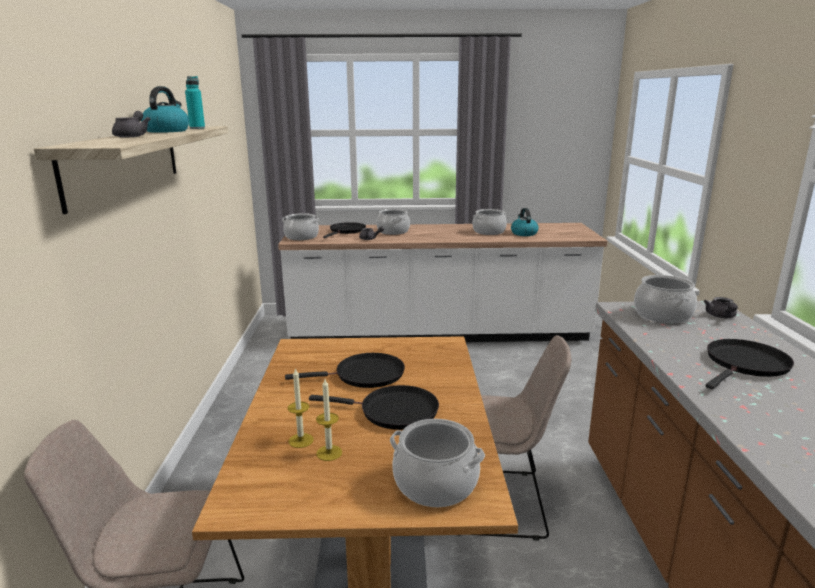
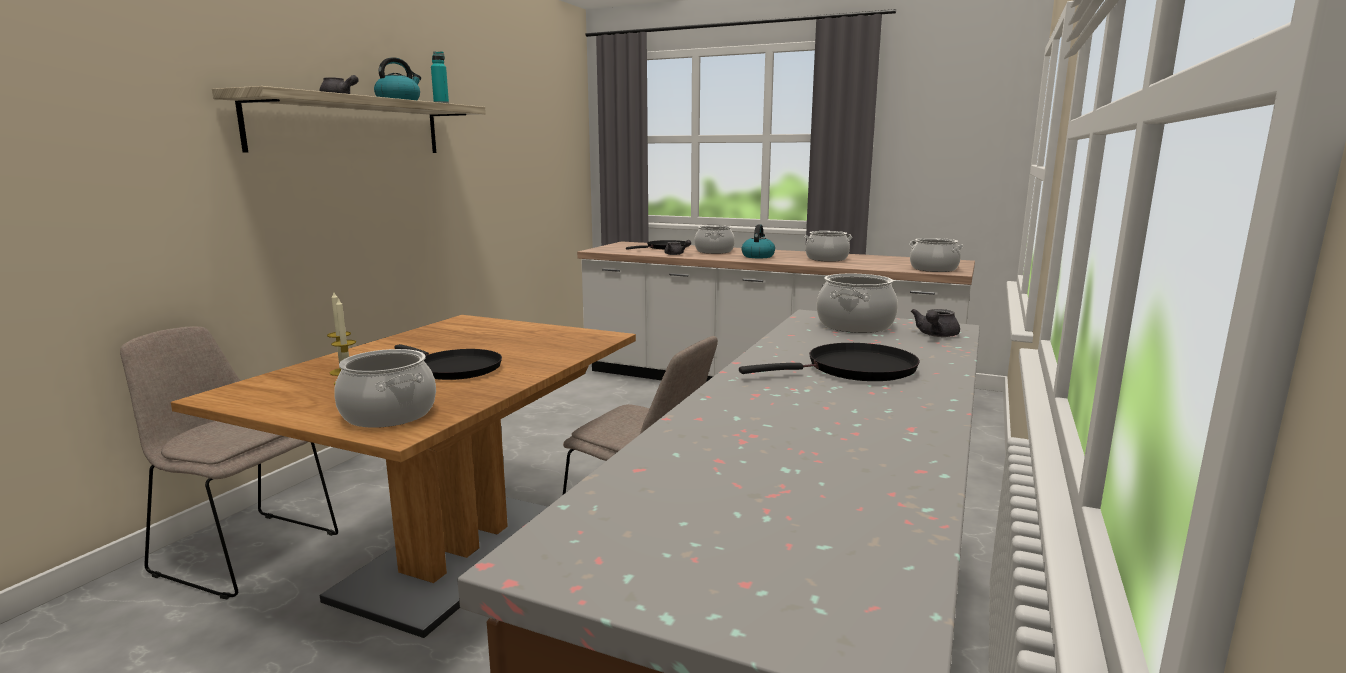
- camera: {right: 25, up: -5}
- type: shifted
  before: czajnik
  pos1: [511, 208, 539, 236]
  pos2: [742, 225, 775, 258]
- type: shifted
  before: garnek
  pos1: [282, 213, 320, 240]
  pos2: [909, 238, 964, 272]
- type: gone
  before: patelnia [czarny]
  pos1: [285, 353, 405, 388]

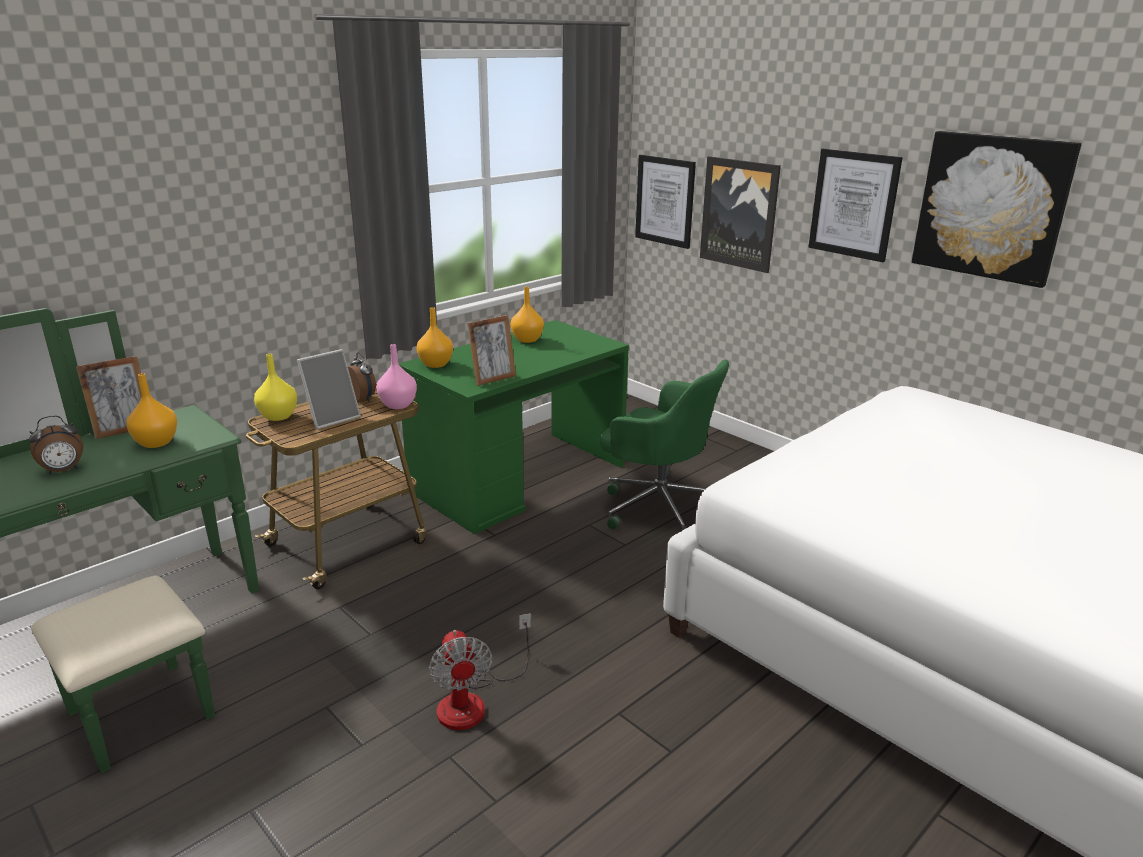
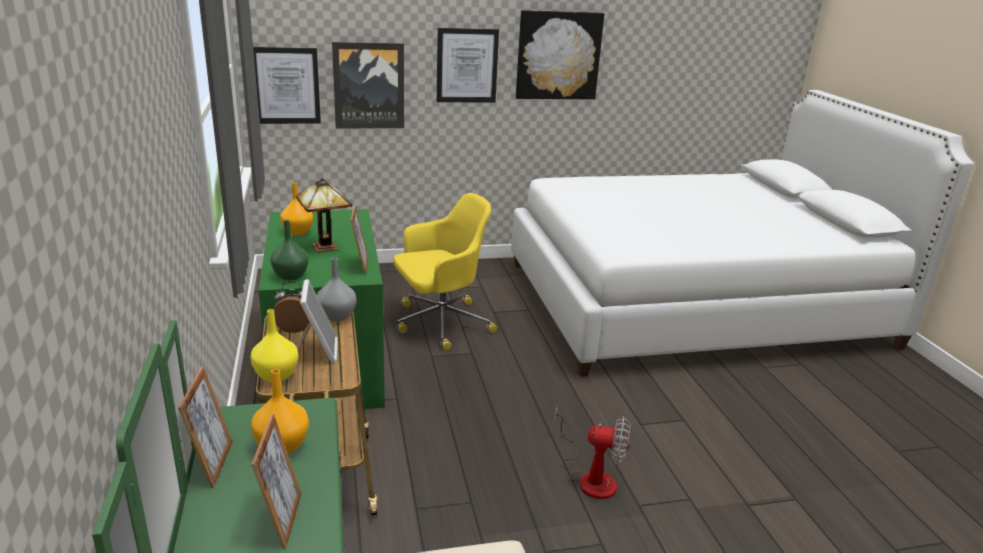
- camera: {right: -60, up: 0}
- type: repainted
  before: wazon [pomarańczowy]
  after: wazon [zielony]
  pos1: [417, 307, 453, 368]
  pos2: [271, 220, 309, 280]
- type: repainted
  before: wazon [różowy]
  after: wazon [szary]
  pos1: [376, 344, 417, 409]
  pos2: [317, 258, 356, 322]
- type: repainted
  before: krzesło biurowe [zielony]
  after: krzesło biurowe [żółty]
  pos1: [600, 360, 729, 530]
  pos2: [393, 193, 497, 351]
- type: swapped
  before: budzik
  after: ramka na zdjęcie
  pos1: [29, 415, 83, 475]
  pos2: [251, 414, 301, 549]
- type: new
  after: lampa stołowa
  pos2: [296, 178, 352, 252]

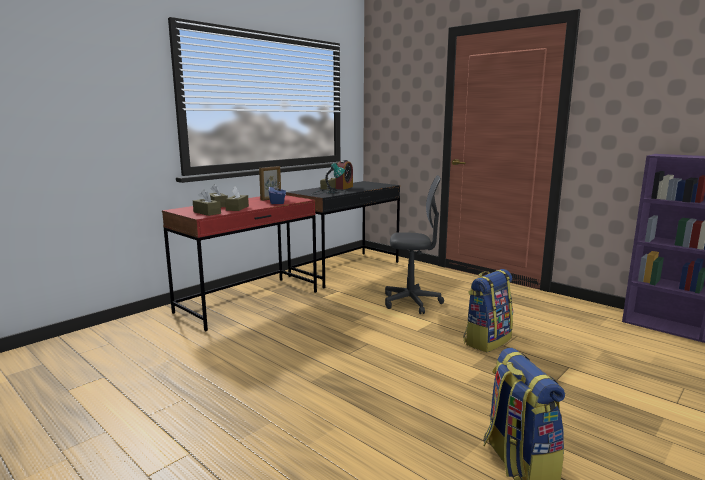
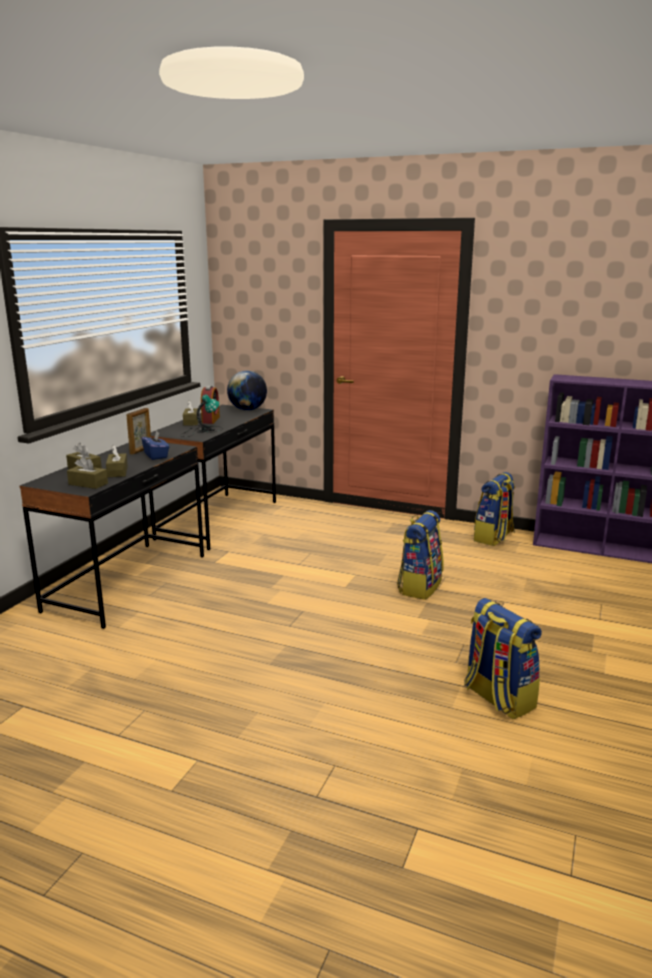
- camera: {right: -20, up: 5}
- type: gone
  before: krzesło biurowe [szary]
  pos1: [385, 175, 444, 314]
- type: repainted
  before: biurko [czerwony]
  after: biurko [czarny]
  pos1: [162, 195, 317, 331]
  pos2: [19, 443, 204, 629]
- type: new
  after: globus
  pos2: [227, 371, 267, 411]
- type: new
  after: plecak
  pos2: [474, 472, 515, 546]

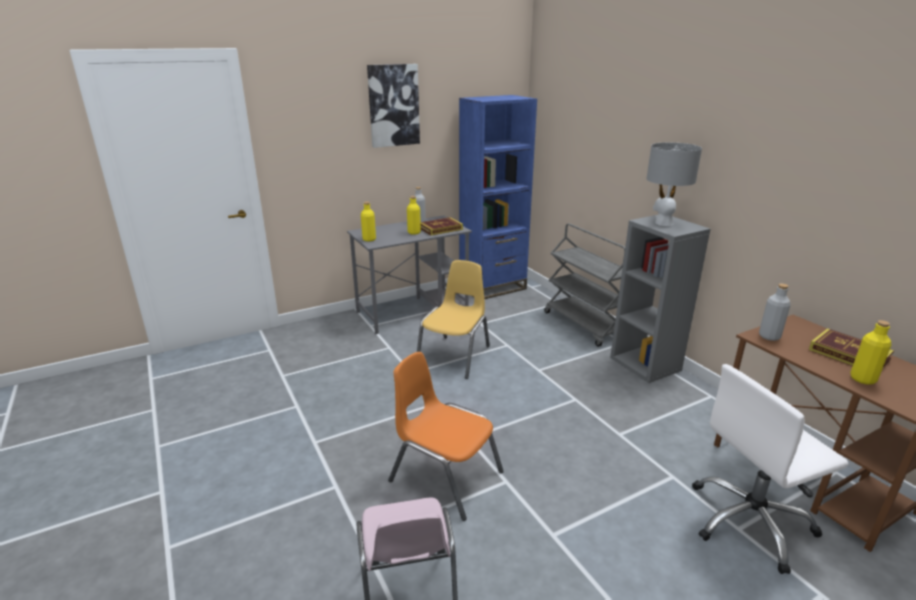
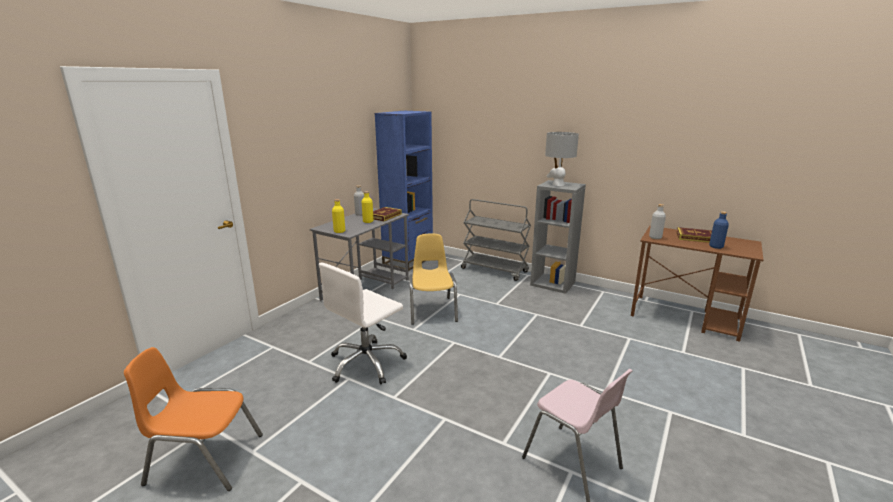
- camera: {right: -30, up: -5}
- type: gone
  before: obraz
  pos1: [367, 64, 420, 148]
- type: repainted
  before: butelka [żółty]
  after: butelka [niebieski]
  pos1: [850, 320, 891, 385]
  pos2: [709, 211, 729, 249]
- type: shifted
  before: krzesło [pomarańczowy]
  pos1: [388, 352, 504, 521]
  pos2: [124, 347, 263, 491]
- type: shifted
  before: krzesło biurowe [biały]
  pos1: [692, 364, 848, 574]
  pos2: [319, 262, 407, 384]

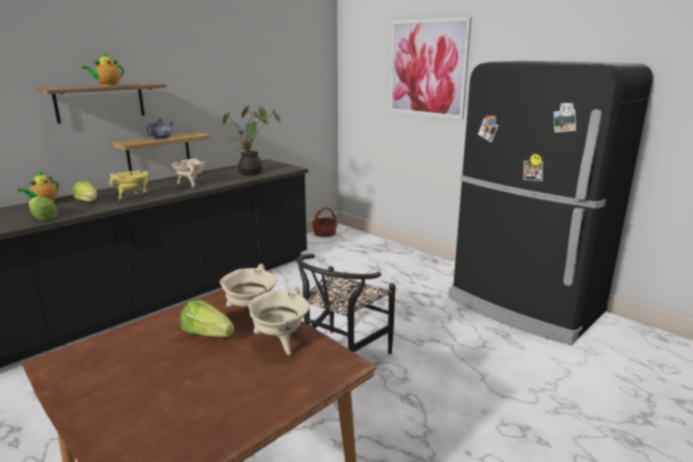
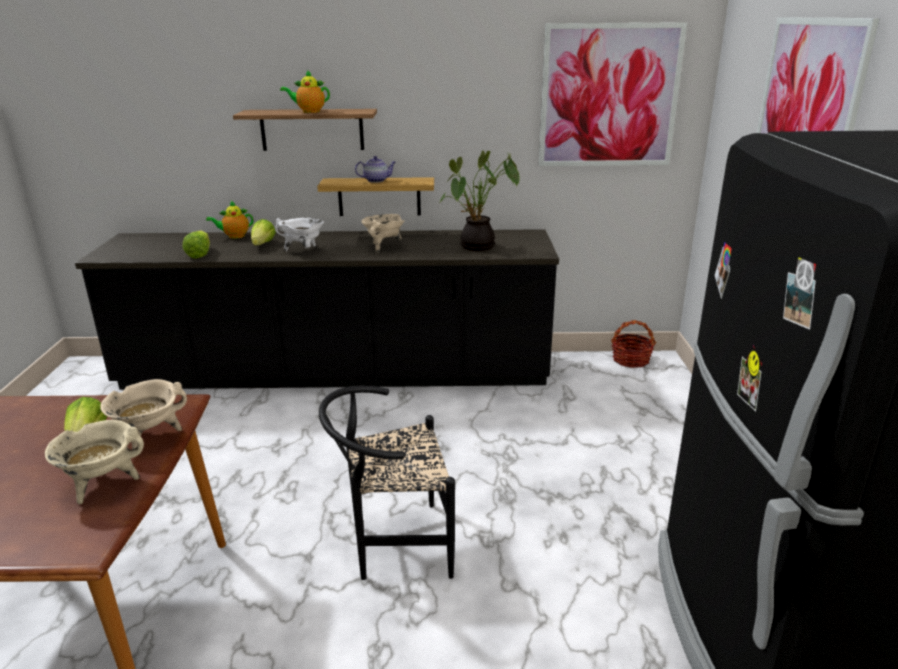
- camera: {right: 45, up: 5}
- type: repainted
  before: garnek [żółty]
  after: garnek [biały]
  pos1: [110, 171, 150, 201]
  pos2: [275, 218, 324, 252]
- type: new
  after: obraz
  pos2: [539, 22, 687, 166]

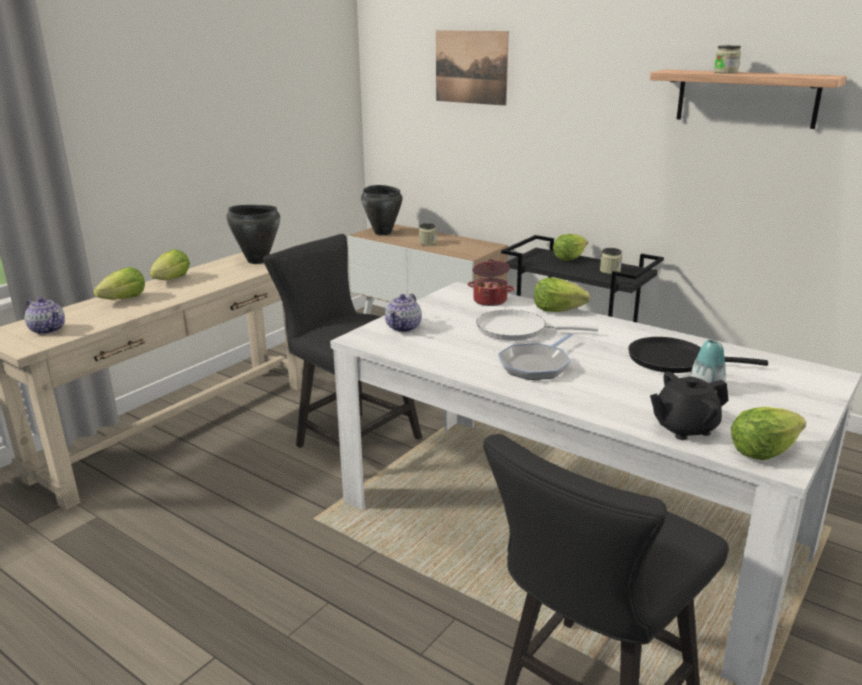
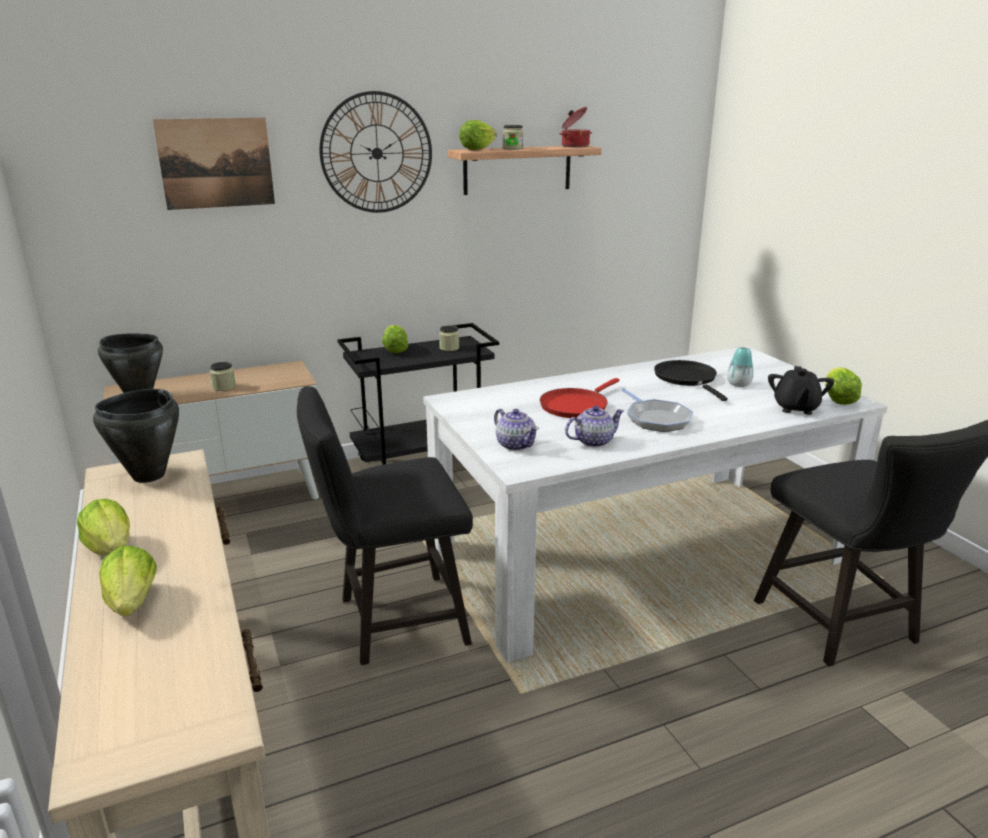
- camera: {right: -60, up: 0}
- type: shifted
  before: garnek
  pos1: [468, 259, 514, 306]
  pos2: [559, 107, 592, 148]
- type: shifted
  before: sałata
  pos1: [534, 277, 590, 312]
  pos2: [459, 120, 497, 150]
- type: shifted
  before: imbryk
  pos1: [25, 297, 65, 335]
  pos2: [565, 406, 624, 447]
- type: repainted
  before: patelnia [biały]
  after: patelnia [czerwony]
  pos1: [476, 310, 598, 341]
  pos2: [540, 378, 620, 418]
- type: rotated
  before: patelnia [czarny]
  pos1: [628, 337, 768, 373]
  pos2: [654, 360, 728, 401]
  turn: 120
- type: new
  after: zegar ścienny
  pos2: [319, 91, 432, 213]

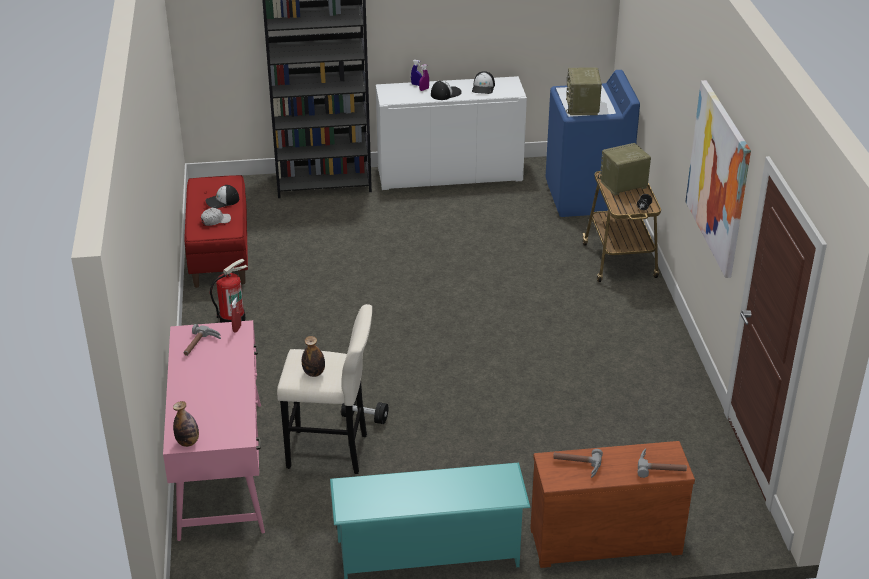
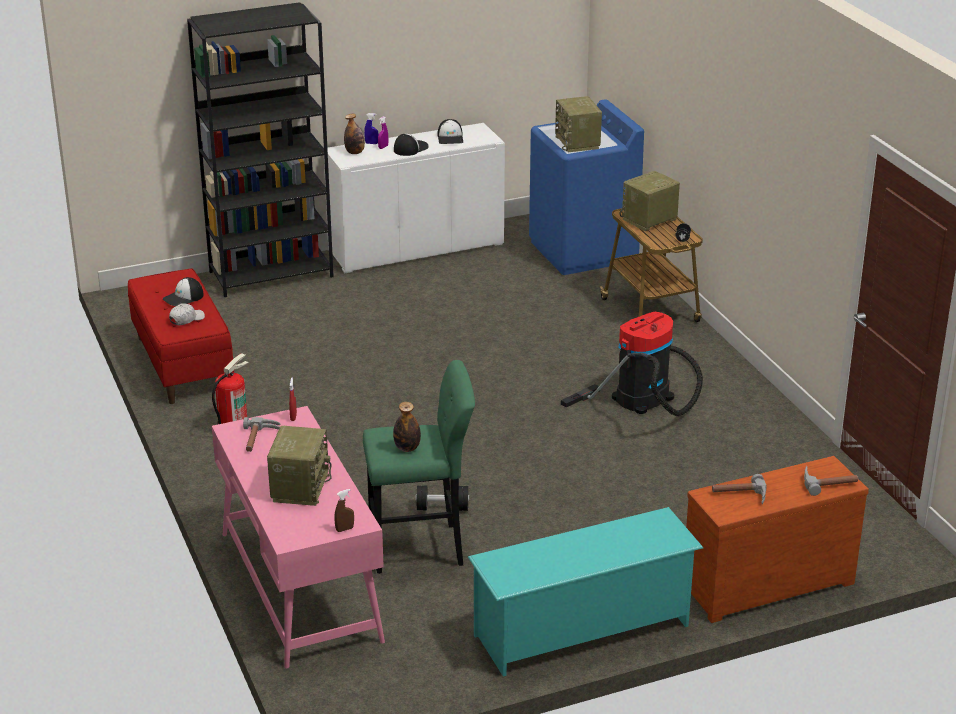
- camera: {right: -15, up: -5}
- type: gone
  before: obraz
  pos1: [685, 80, 751, 278]
- type: repainted
  before: stołek [beżowy]
  after: stołek [zielony]
  pos1: [277, 304, 372, 474]
  pos2: [363, 360, 475, 574]
- type: shifted
  before: butelka
  pos1: [173, 401, 199, 447]
  pos2: [344, 114, 365, 154]
- type: new
  after: odkurzacz
  pos2: [561, 312, 703, 416]
- type: new
  after: radio
  pos2: [267, 426, 332, 506]
- type: new
  after: spryskiwacz [brązowy]
  pos2: [334, 489, 354, 532]

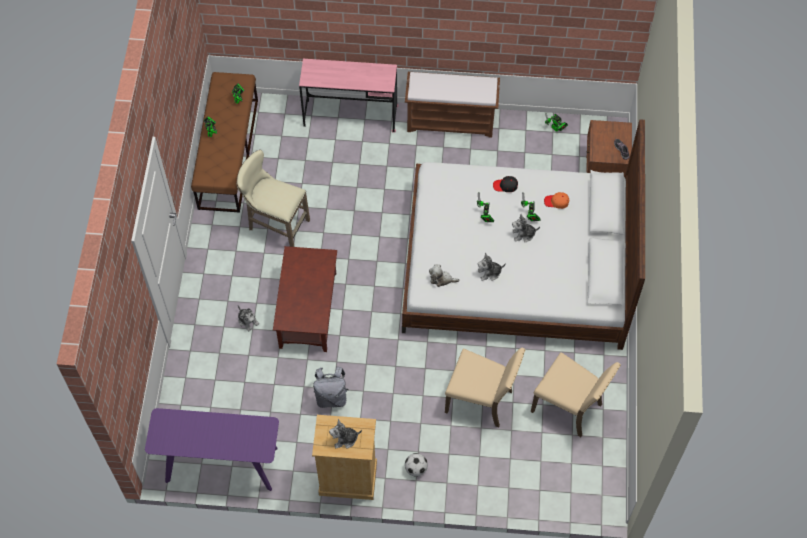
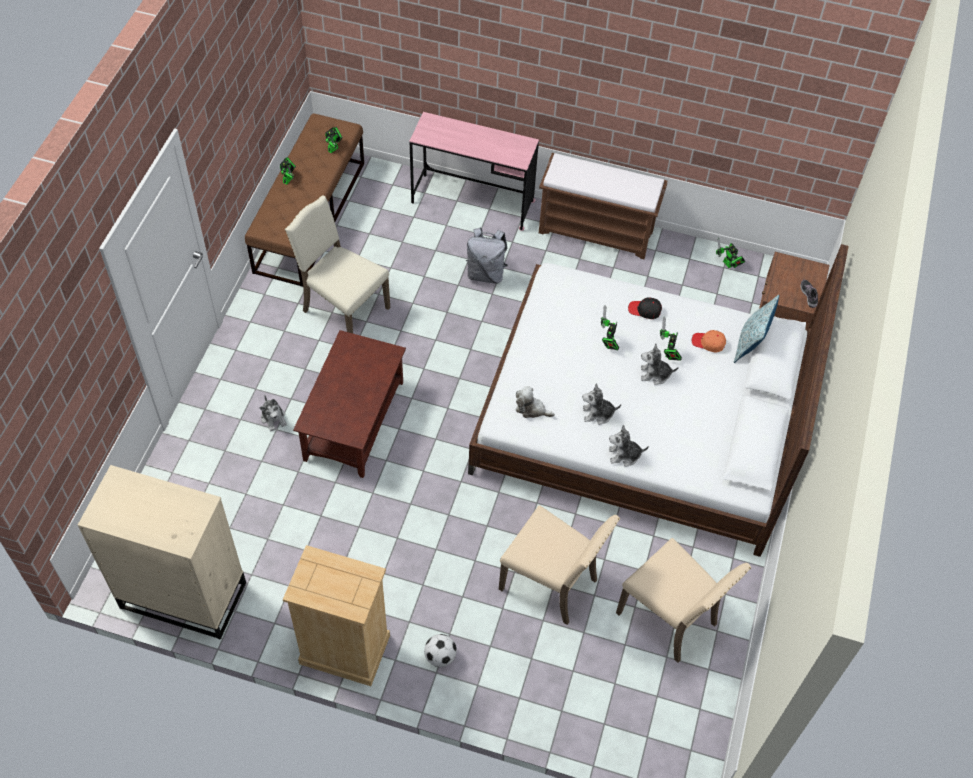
- camera: {right: 10, up: -5}
- type: swapped
  before: stołek [beżowy]
  after: krzesło [beżowy]
  pos1: [237, 150, 310, 247]
  pos2: [285, 195, 390, 333]
- type: shifted
  before: plecak [szary]
  pos1: [313, 366, 349, 408]
  pos2: [466, 228, 508, 284]
- type: swapped
  before: stolik konsolowy [fioletowy]
  after: komoda [beżowy]
  pos1: [145, 408, 279, 491]
  pos2: [78, 465, 246, 640]
- type: shifted
  before: pluszak
  pos1: [329, 419, 362, 448]
  pos2: [609, 424, 649, 466]
- type: new
  after: poduszka
  pos2: [734, 295, 779, 363]

